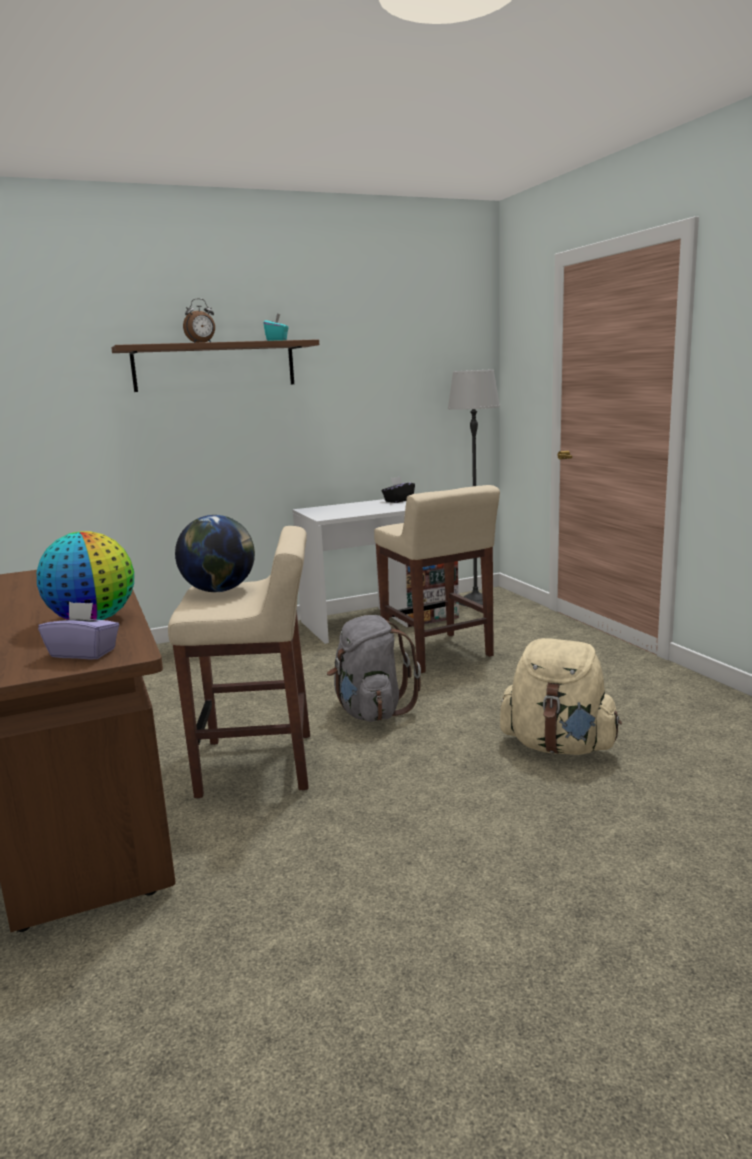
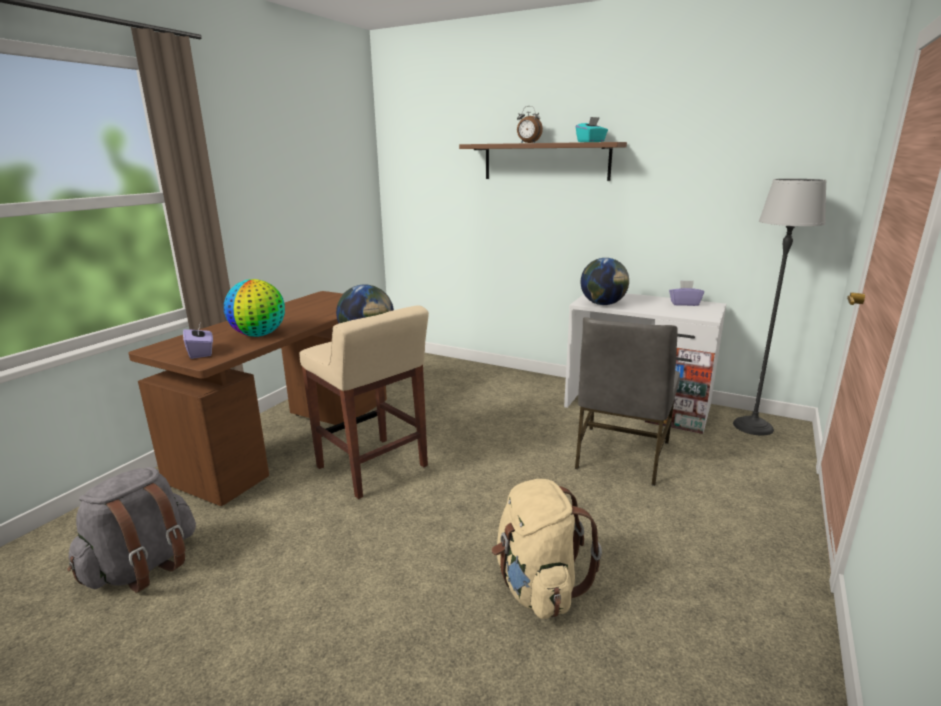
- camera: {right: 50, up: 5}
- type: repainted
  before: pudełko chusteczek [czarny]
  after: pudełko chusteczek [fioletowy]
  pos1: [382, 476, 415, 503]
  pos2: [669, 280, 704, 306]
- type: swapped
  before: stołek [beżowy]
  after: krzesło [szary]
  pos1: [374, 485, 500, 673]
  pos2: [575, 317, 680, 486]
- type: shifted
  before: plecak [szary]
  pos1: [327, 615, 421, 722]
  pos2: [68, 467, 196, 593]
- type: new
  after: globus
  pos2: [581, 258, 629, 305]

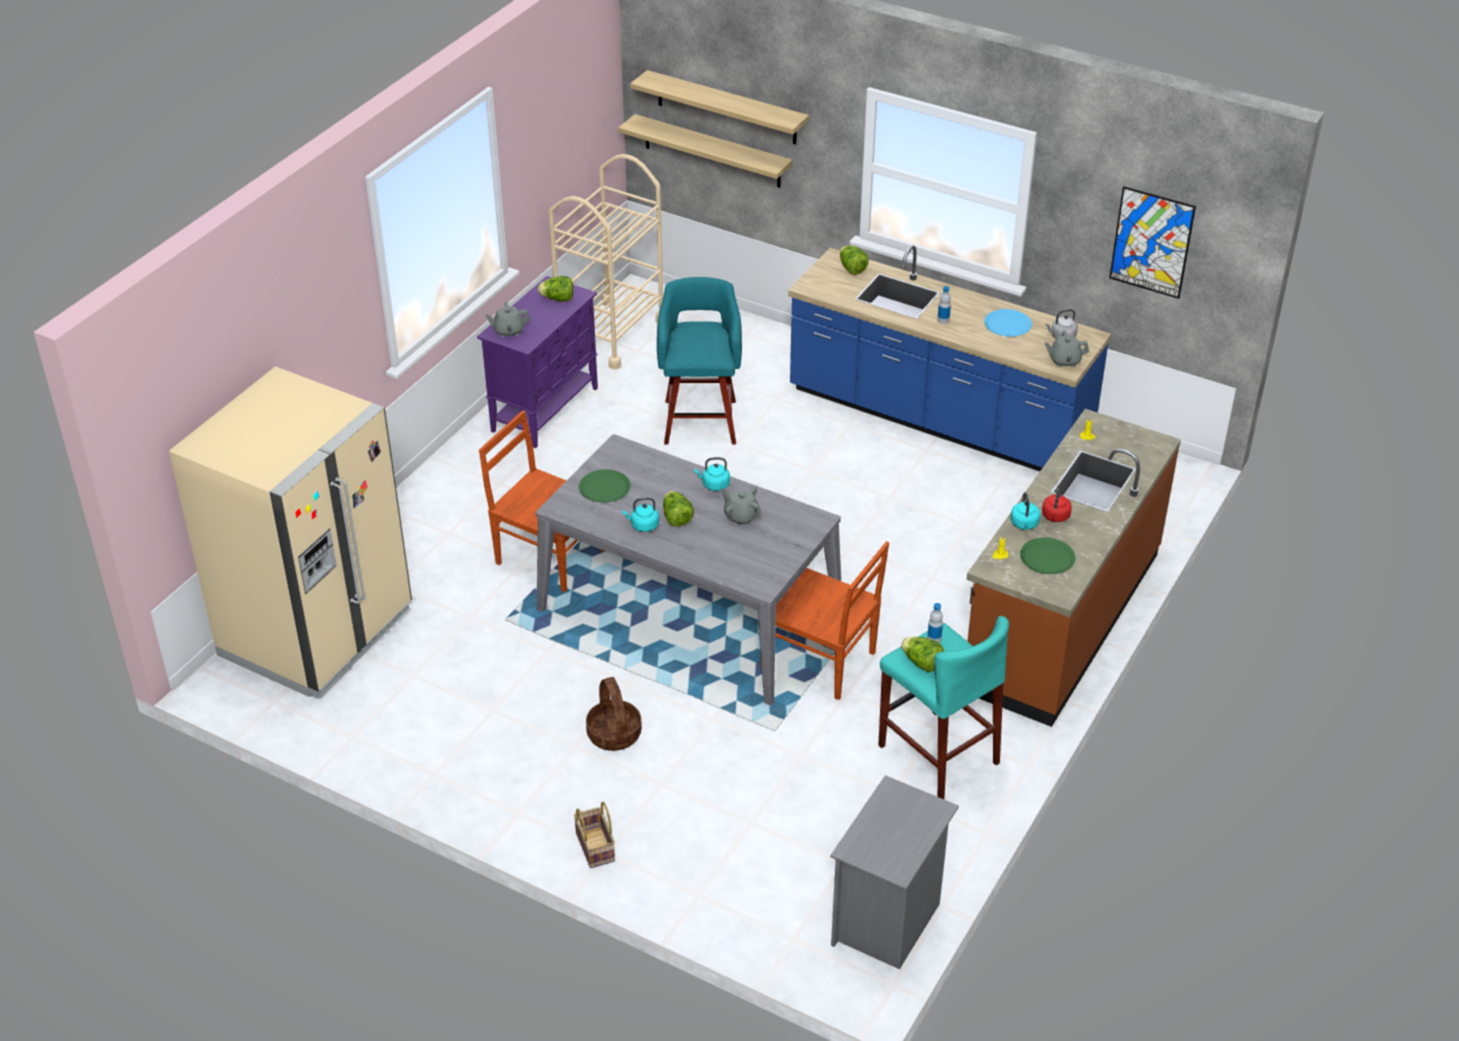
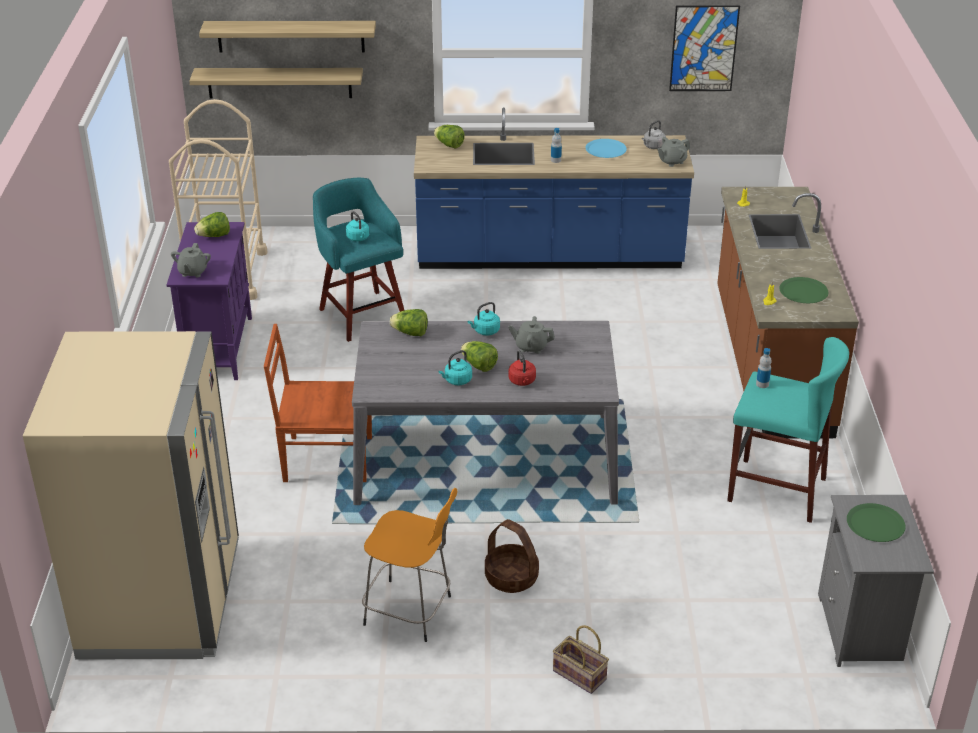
- camera: {right: -30, up: -5}
- type: rotated
  before: imbryk [szary]
  pos1: [485, 302, 530, 337]
  pos2: [171, 243, 211, 277]
  turn: -45
- type: shifted
  before: talerz [zielony]
  pos1: [579, 469, 631, 503]
  pos2: [847, 503, 906, 542]
- type: shifted
  before: czajnik [czerwony]
  pos1: [1042, 485, 1072, 522]
  pos2: [509, 350, 536, 386]
- type: shifted
  before: czajnik [turkusowy]
  pos1: [1011, 492, 1040, 530]
  pos2: [346, 211, 369, 241]
- type: gone
  before: krzesło [brązowy]
  pos1: [760, 541, 889, 700]
- type: shifted
  before: sałata
  pos1: [901, 637, 944, 672]
  pos2: [390, 309, 428, 336]
- type: new
  after: stołek [pomarańczowy]
  pos2: [362, 488, 457, 642]

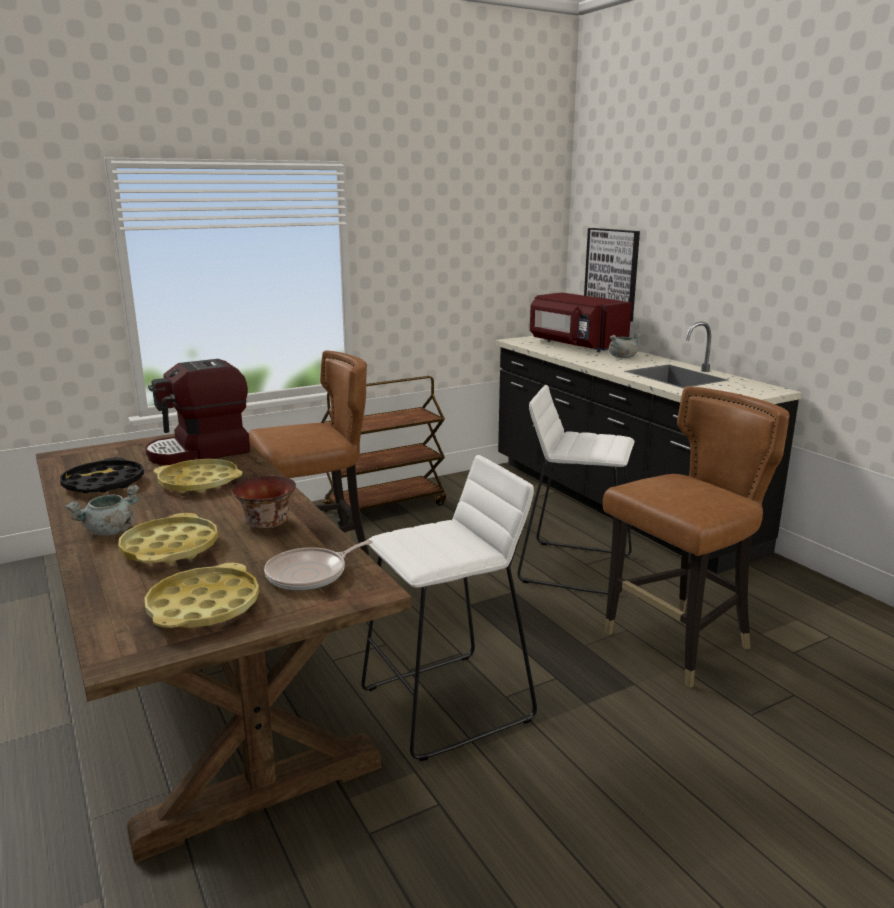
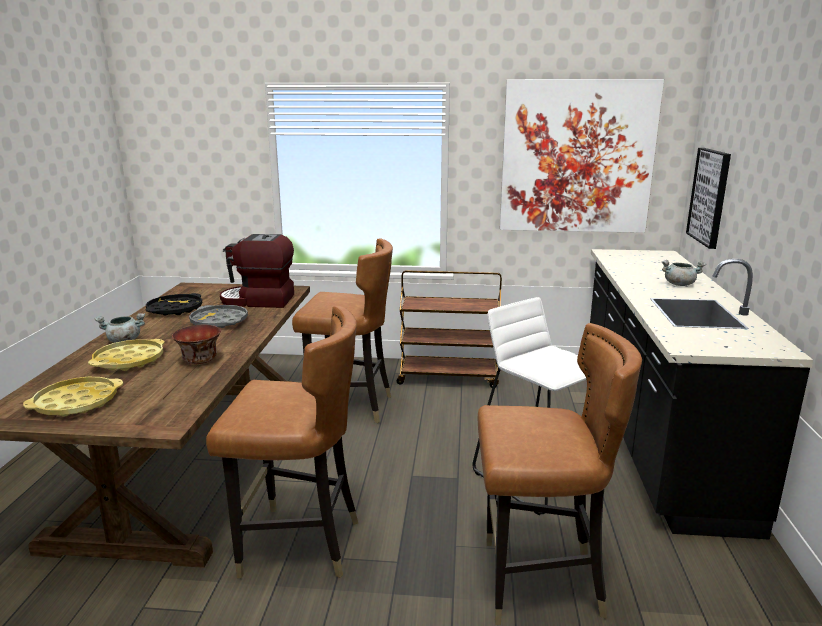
- camera: {right: 35, up: 0}
- type: gone
  before: mikrofalówka [czerwony]
  pos1: [530, 292, 632, 352]
- type: swapped
  before: stołek [biały]
  after: krzesło [brązowy]
  pos1: [361, 455, 537, 761]
  pos2: [206, 305, 358, 578]
- type: repainted
  before: taca [żółty]
  after: taca [szary]
  pos1: [154, 459, 243, 493]
  pos2: [189, 305, 248, 328]
- type: gone
  before: patelnia
  pos1: [264, 540, 373, 591]
- type: new
  after: obraz
  pos2: [500, 79, 664, 233]

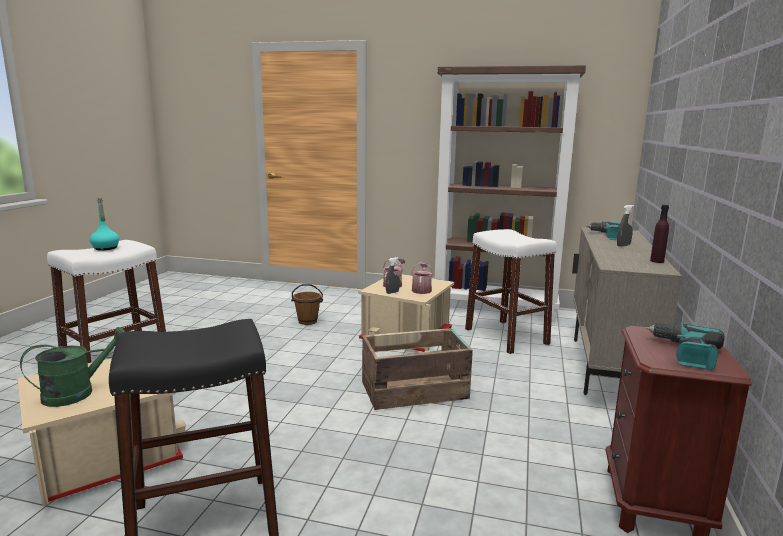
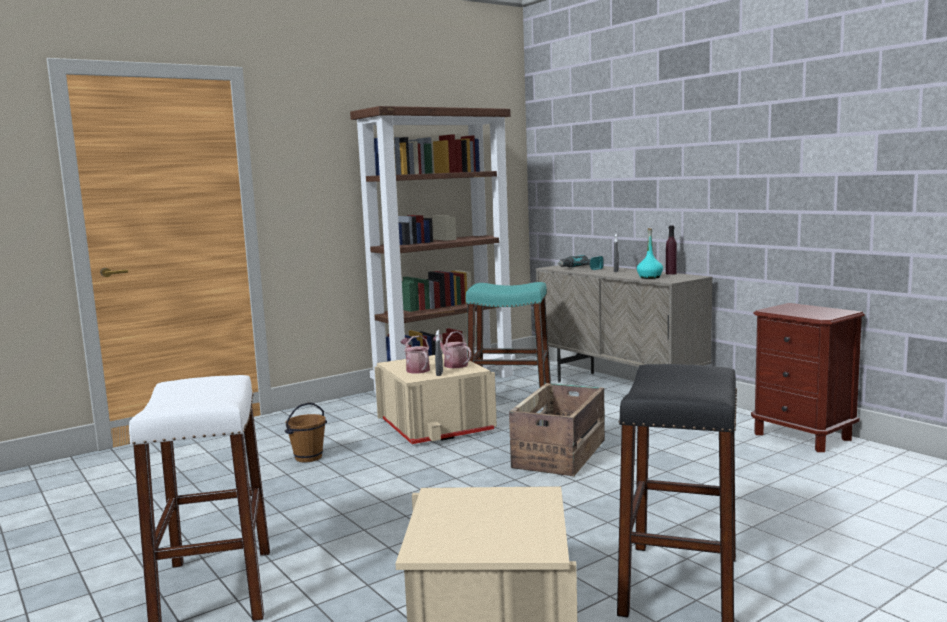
- camera: {right: -50, up: -5}
- type: shifted
  before: butelka [turkusowy]
  pos1: [89, 197, 120, 251]
  pos2: [637, 228, 663, 279]
- type: repainted
  before: stołek [biały]
  after: stołek [turkusowy]
  pos1: [465, 229, 557, 354]
  pos2: [466, 282, 551, 388]
- type: gone
  before: wiertarka
  pos1: [646, 323, 725, 370]
- type: gone
  before: konewka [zielony]
  pos1: [20, 327, 126, 407]

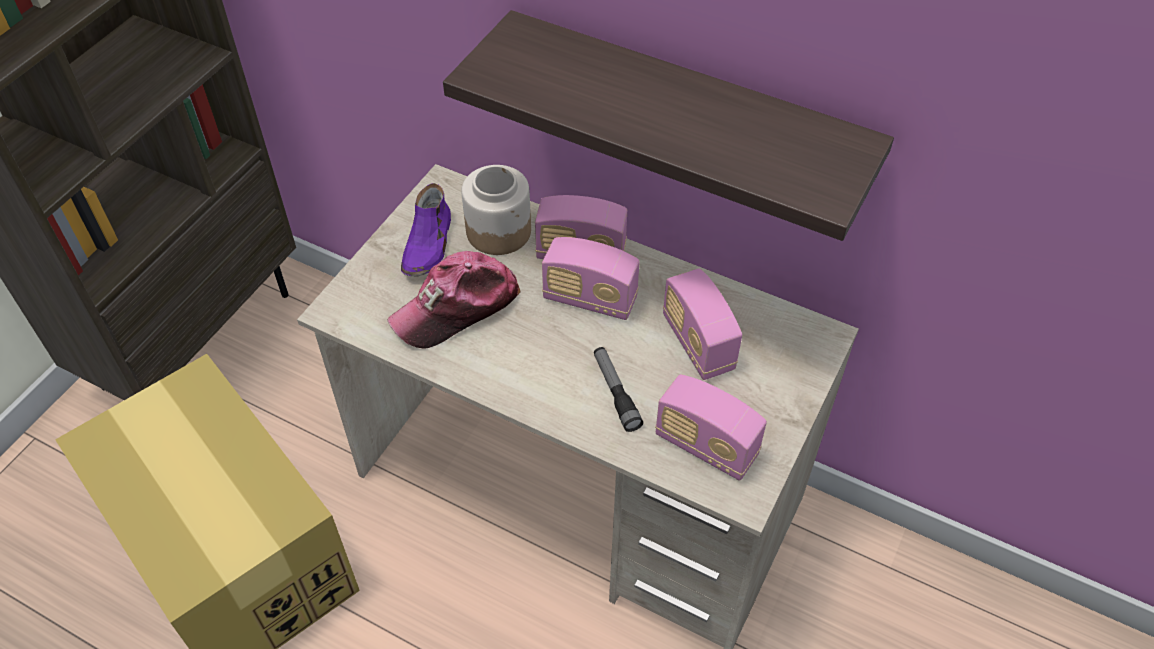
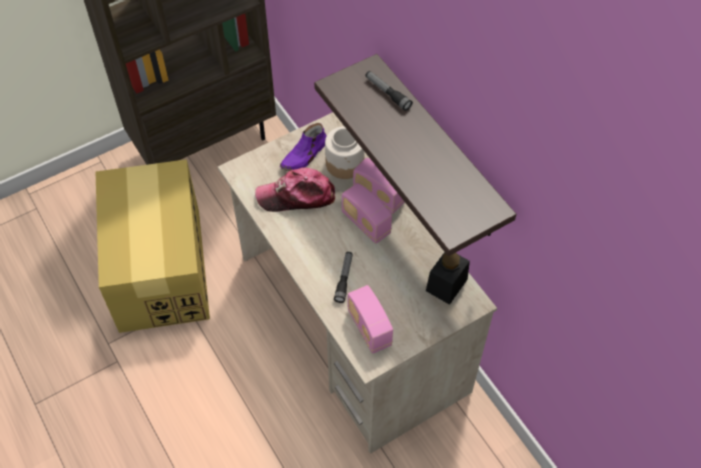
- camera: {right: 30, up: 5}
- type: gone
  before: radio
  pos1: [663, 268, 742, 380]
- type: new
  after: latarka
  pos2: [365, 71, 413, 111]
- type: new
  after: słoik [czarny]
  pos2: [426, 252, 470, 305]

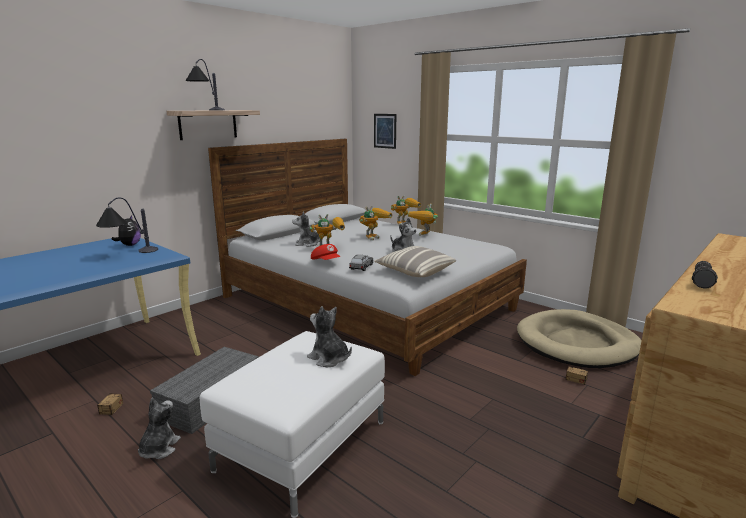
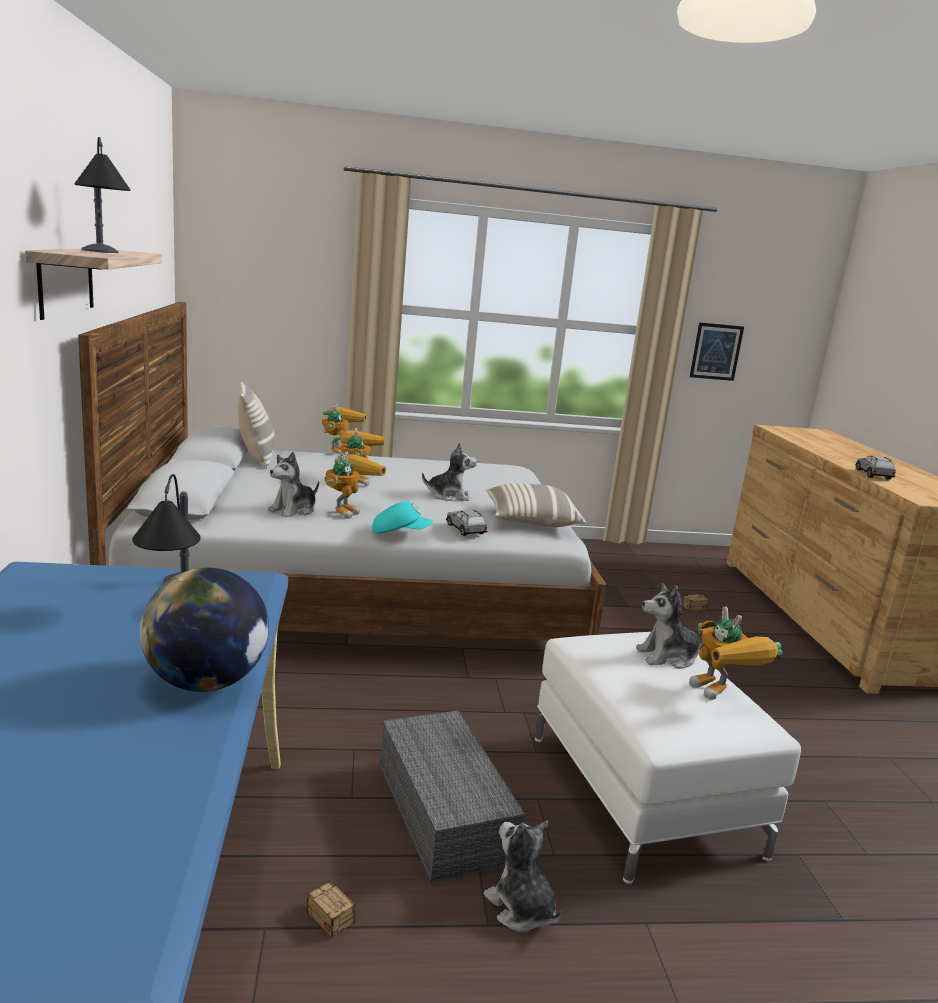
- camera: {right: -50, up: 0}
- type: shifted
  before: obraz
  pos1: [374, 114, 396, 149]
  pos2: [689, 322, 744, 381]
- type: shifted
  before: robot zabawkowy
  pos1: [408, 203, 438, 236]
  pos2: [689, 606, 783, 700]
- type: gone
  before: pluszak
  pos1: [111, 215, 141, 246]
- type: repainted
  before: czapka z daszkiem [czerwony]
  after: czapka z daszkiem [turkusowy]
  pos1: [311, 244, 341, 260]
  pos2: [372, 502, 433, 533]
- type: swapped
  before: latarka
  after: samochodzik [szary]
  pos1: [692, 261, 718, 289]
  pos2: [855, 456, 896, 480]
- type: gone
  before: legowisko [beżowy]
  pos1: [517, 309, 642, 368]
- type: new
  after: poduszka
  pos2: [238, 381, 275, 469]
- type: new
  after: globus
  pos2: [140, 568, 269, 692]

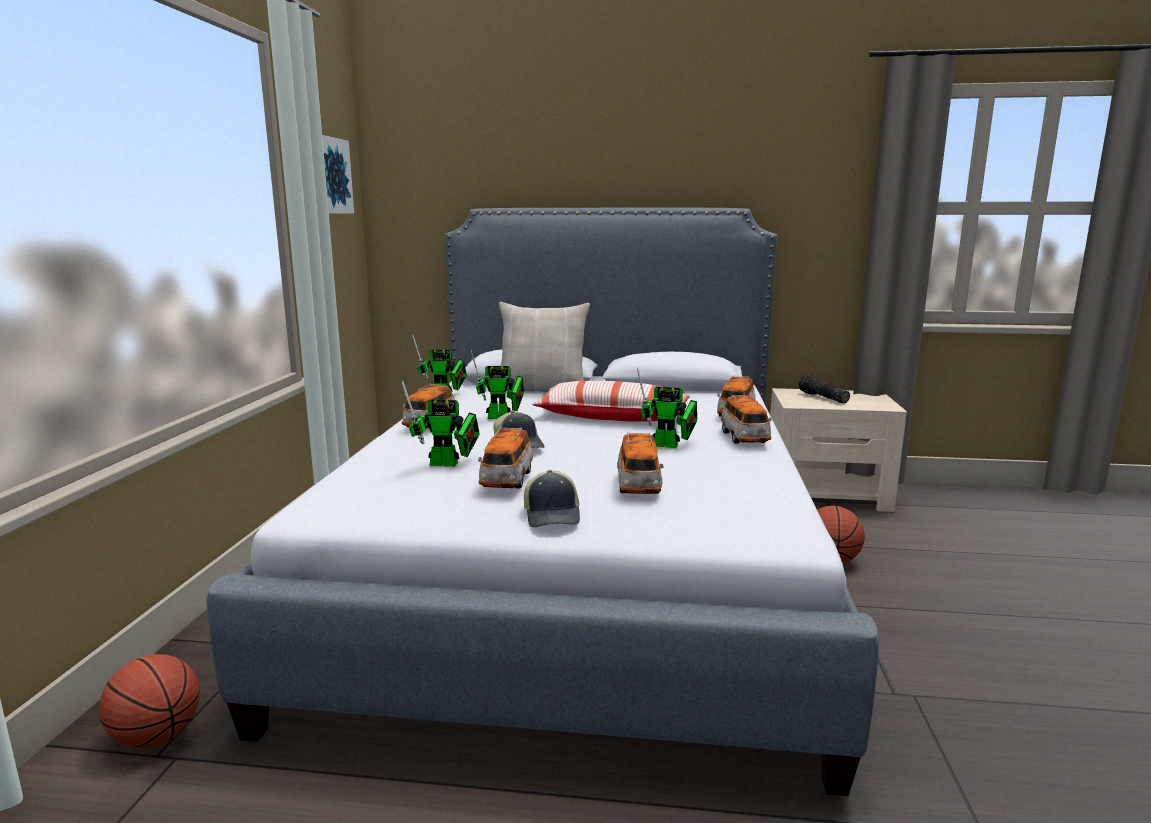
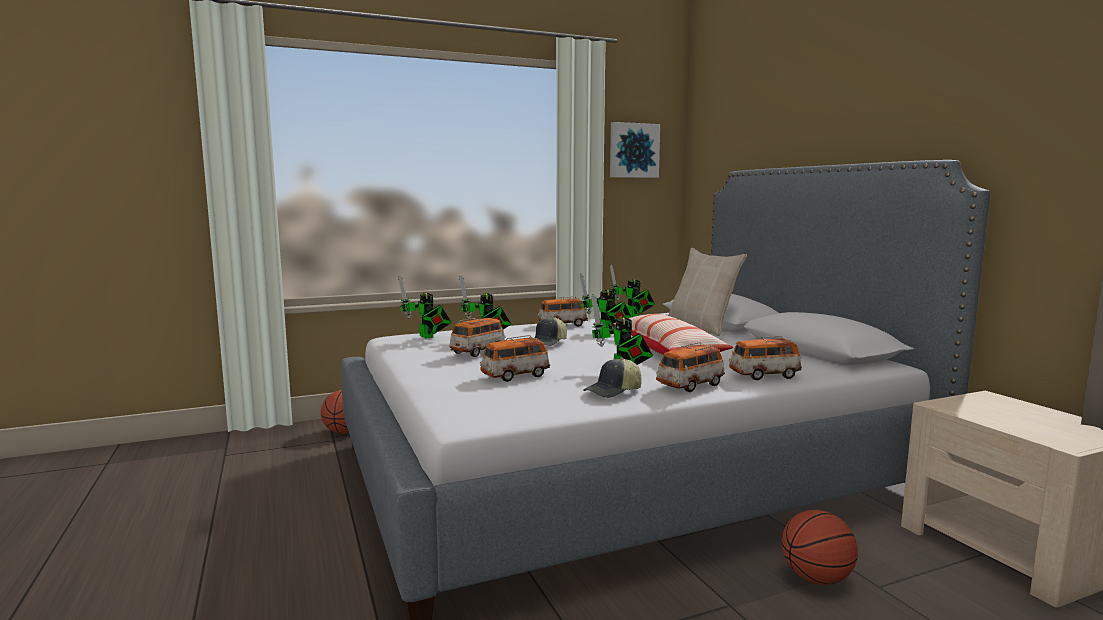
- camera: {right: 60, up: -5}
- type: gone
  before: latarka
  pos1: [799, 375, 850, 403]
- type: rotated
  before: samochodzik
  pos1: [478, 427, 533, 489]
  pos2: [449, 318, 505, 357]
  turn: 150
- type: shifted
  before: czapka z daszkiem
  pos1: [524, 470, 580, 528]
  pos2: [583, 358, 642, 398]
- type: new
  after: robot zabawkowy
  pos2: [398, 275, 452, 339]

